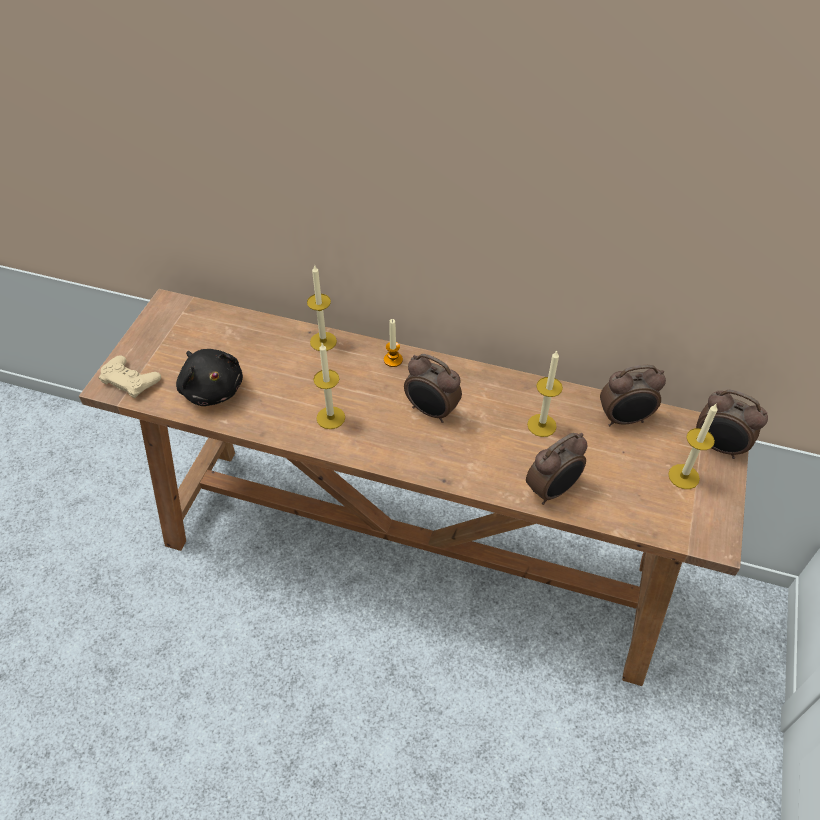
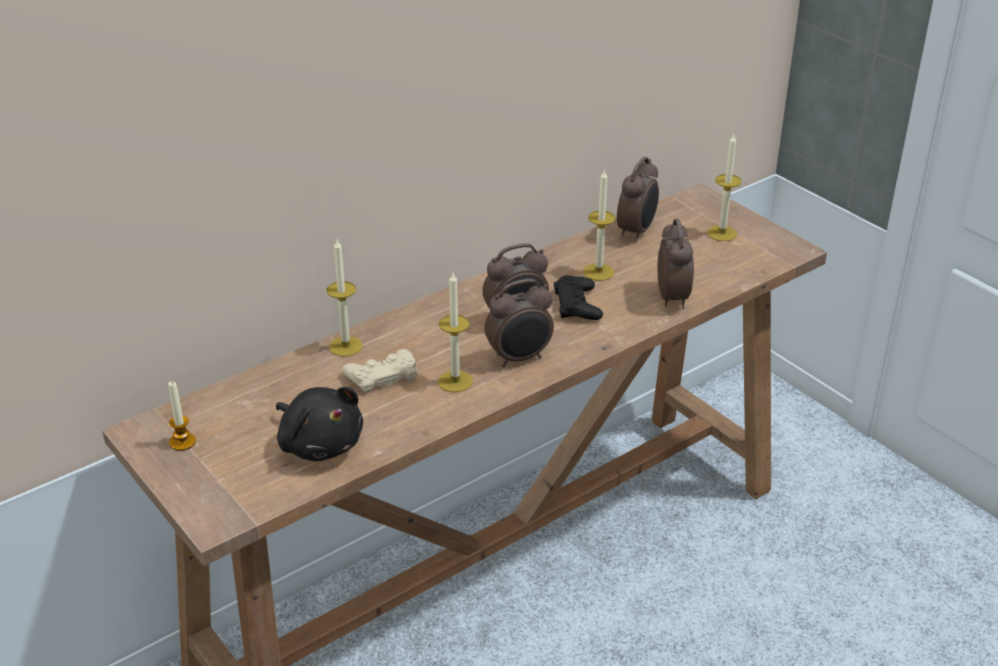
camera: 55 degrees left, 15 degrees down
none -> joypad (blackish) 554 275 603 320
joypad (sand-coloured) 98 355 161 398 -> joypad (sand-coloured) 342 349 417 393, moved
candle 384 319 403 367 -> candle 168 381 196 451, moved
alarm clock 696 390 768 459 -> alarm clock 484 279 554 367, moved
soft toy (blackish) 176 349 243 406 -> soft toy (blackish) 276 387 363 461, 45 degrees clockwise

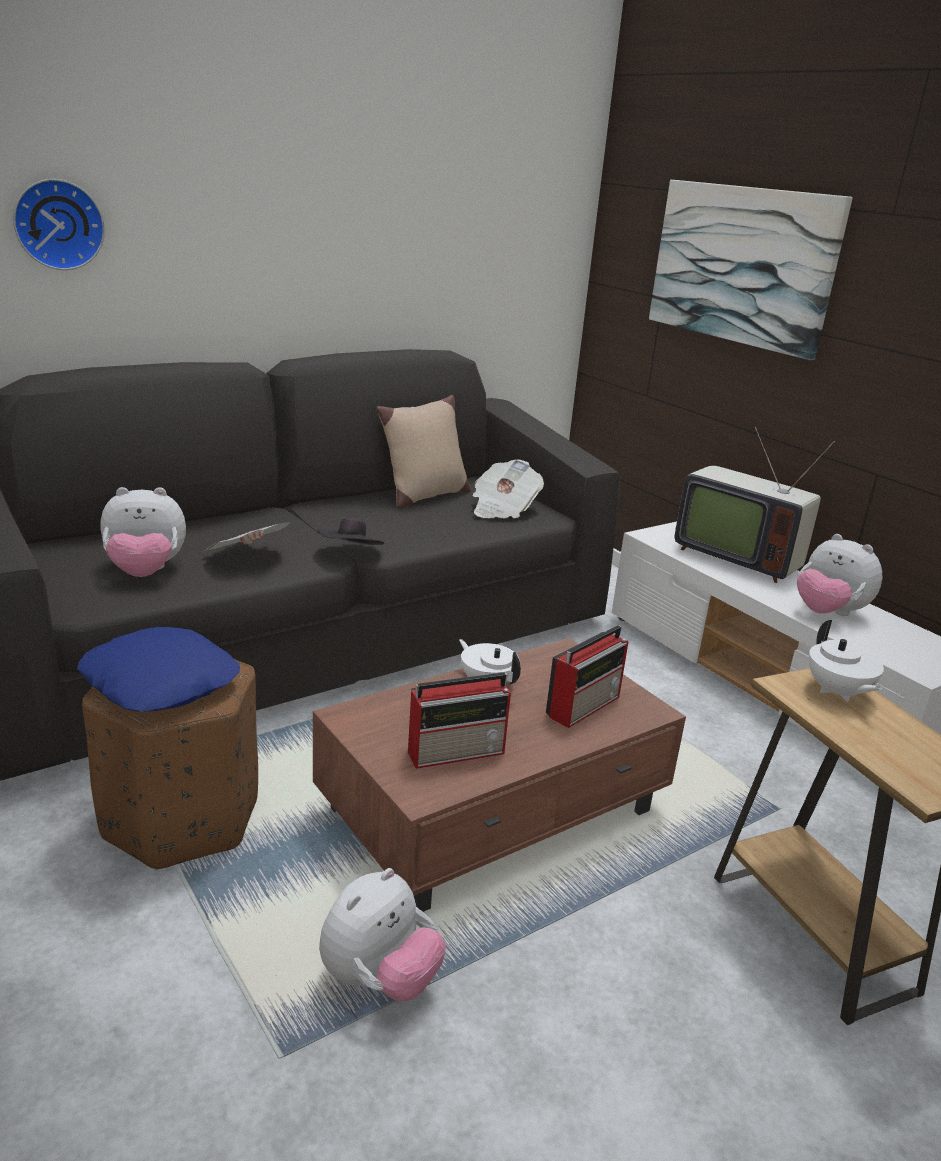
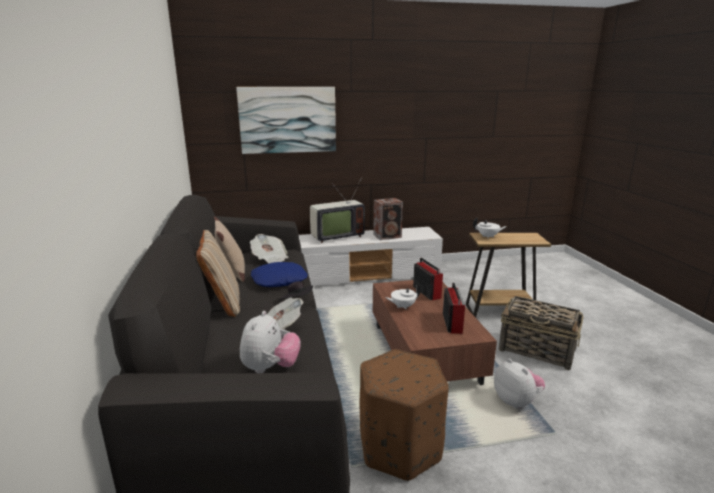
camera: 65 degrees left, 5 degrees down
hanging clock 13 179 105 270 -> none
none -> throw pillow (sand-coloured) 196 230 240 317
none -> household basket 499 296 583 370
throw pillow (blue-coloured) 77 627 240 712 -> throw pillow (blue-coloured) 251 262 308 287, moved
soft toy 797 534 882 616 -> speaker 373 198 403 240

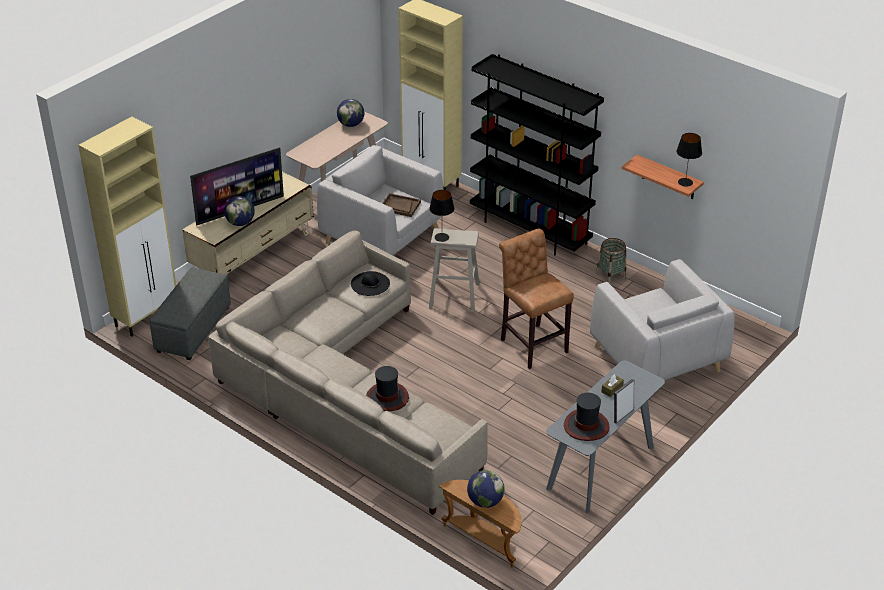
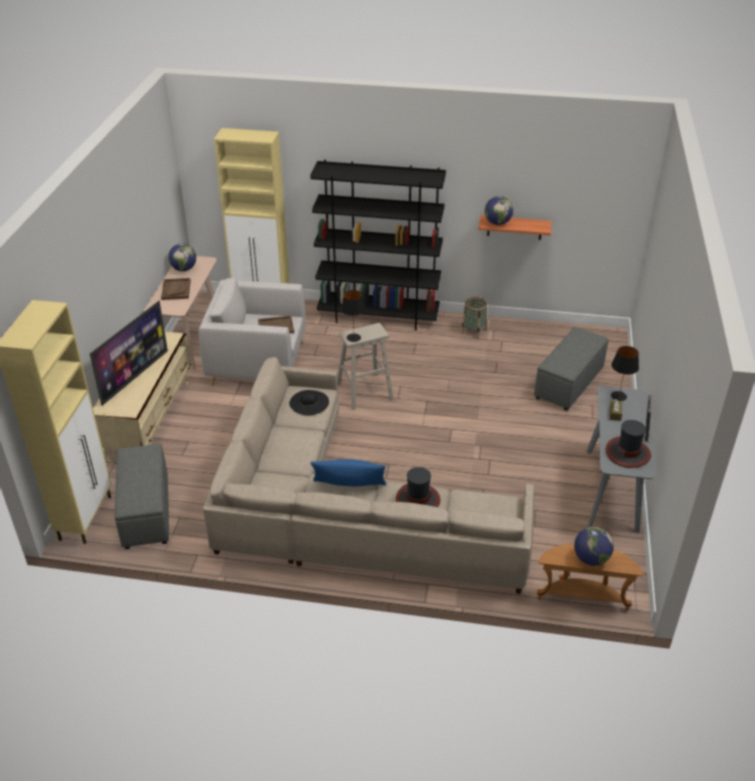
camera: 30 degrees left, 0 degrees up
stool (brown) 499 229 574 369 -> none
none -> tray (brown) 161 278 191 300
none -> throw pillow (blue-coloured) 311 459 386 486
world globe 224 196 255 226 -> world globe 485 196 513 225, moved
tabletop lamp (blackish) 676 133 702 186 -> tabletop lamp (blackish) 611 346 639 401, moved
lounge chair (grey) 590 259 735 380 -> footrest (grey) 534 327 609 411

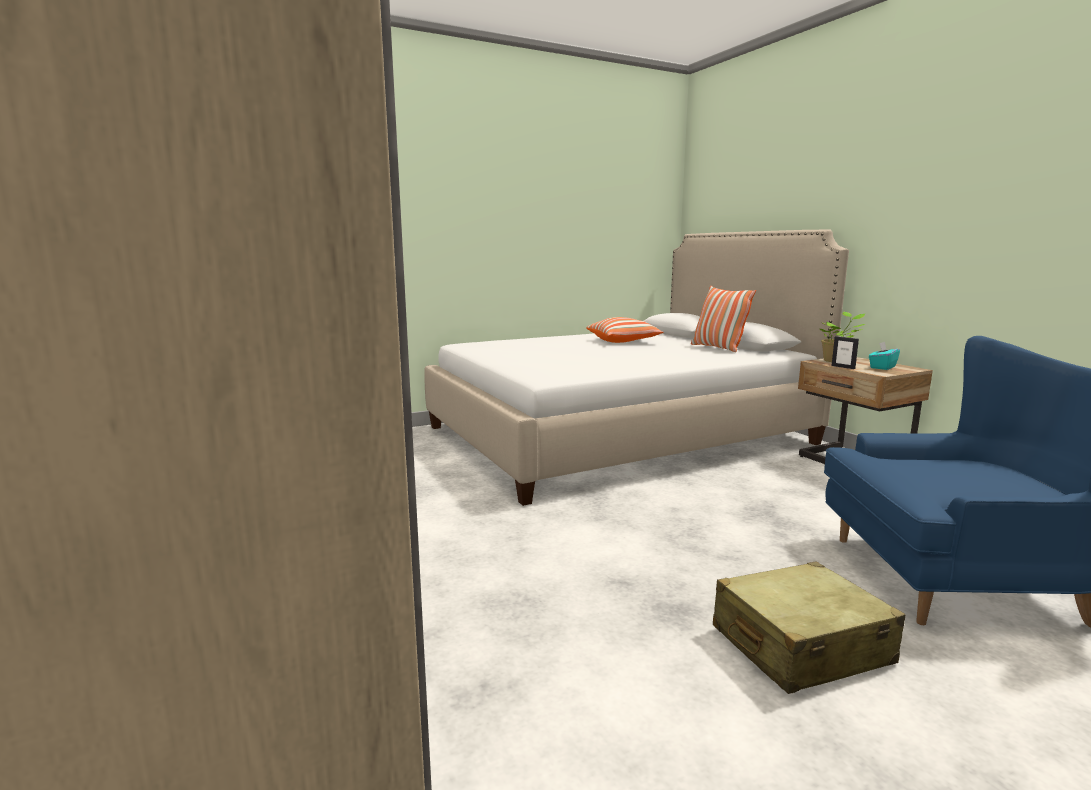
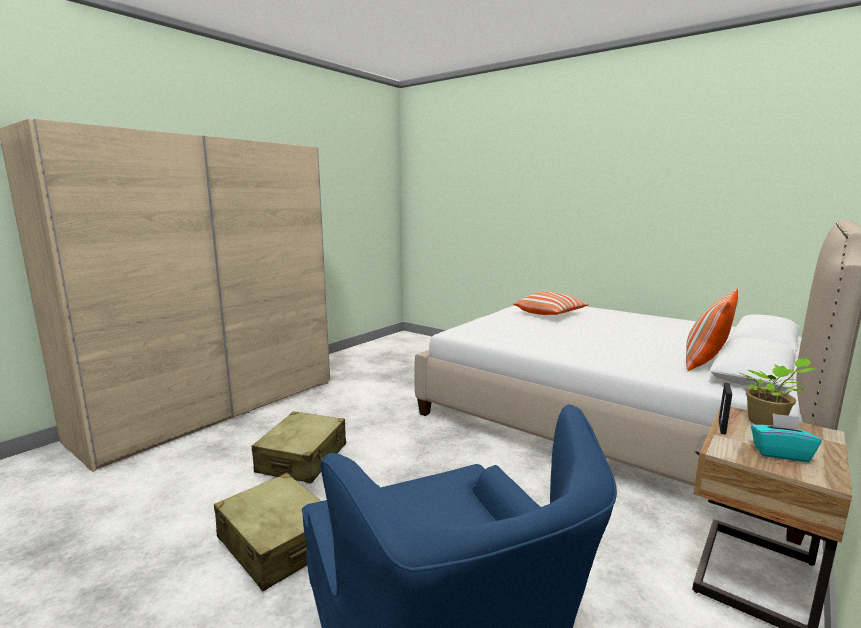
camera: 65 degrees right, 0 degrees up
none -> piece of luggage (sand-coloured) 252 411 346 483
throw pillow 586 317 663 343 -> throw pillow 513 291 589 315, moved

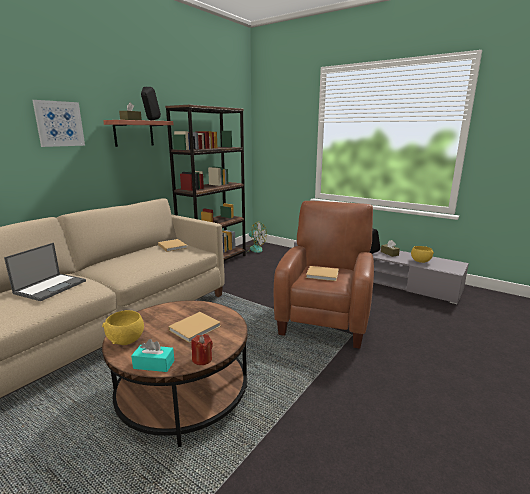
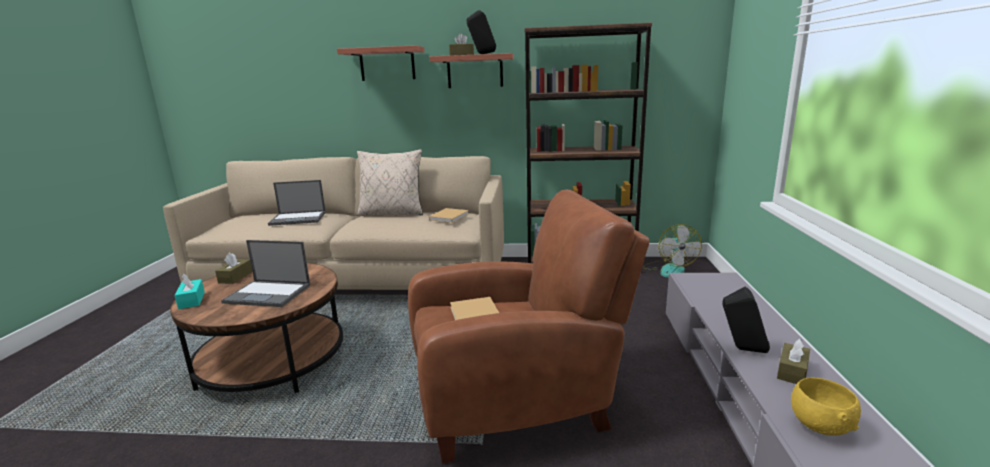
camera: 60 degrees right, 0 degrees up
candle (reddish) 191 334 213 365 -> none
none -> throw pillow (sand-coloured) 357 149 423 216
wall art 32 100 85 147 -> bracket shelf 337 45 425 81
serving bowl (yellow-coloured) 102 310 144 345 -> tissue holder (brown) 215 252 252 284
bound book (sand-coloured) 168 312 221 343 -> notebook computer 221 240 310 307

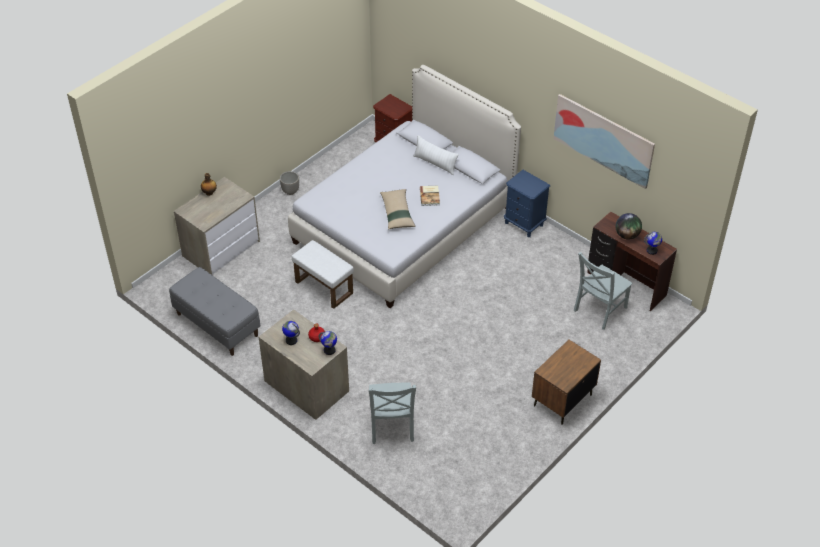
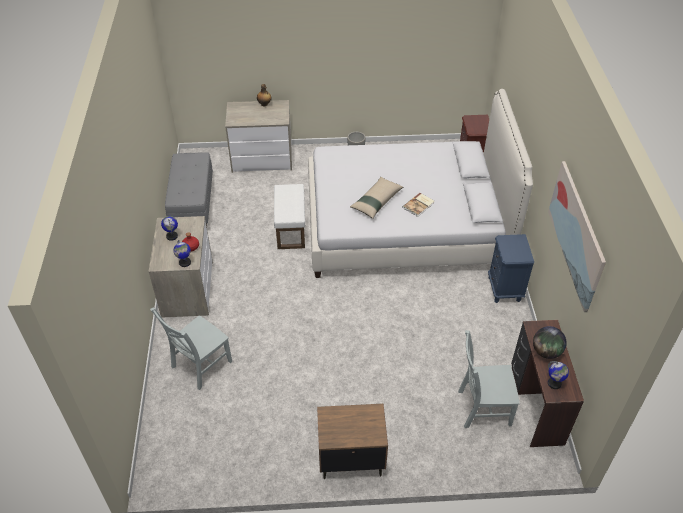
camera: 45 degrees right, 0 degrees up
throw pillow (whitish) 413 135 459 175 -> none

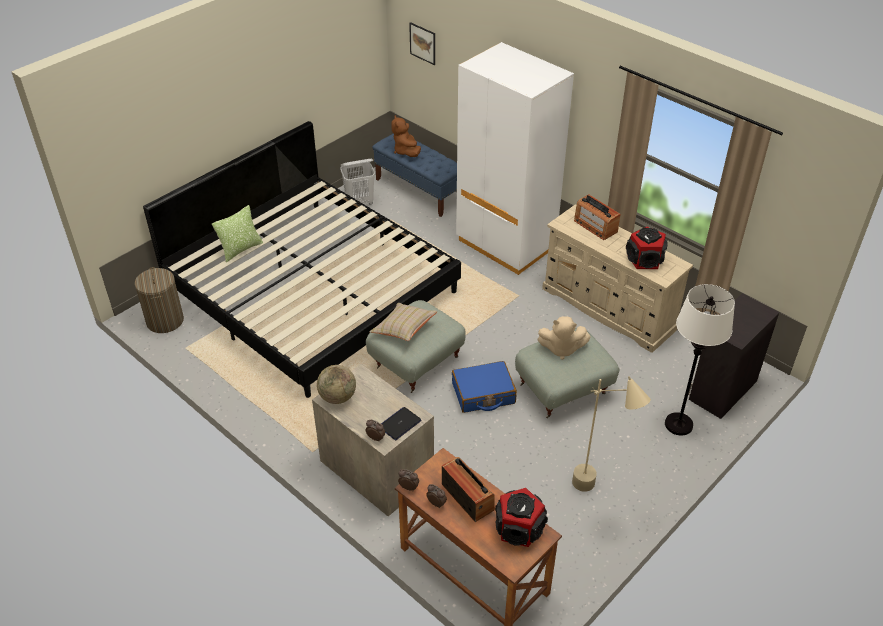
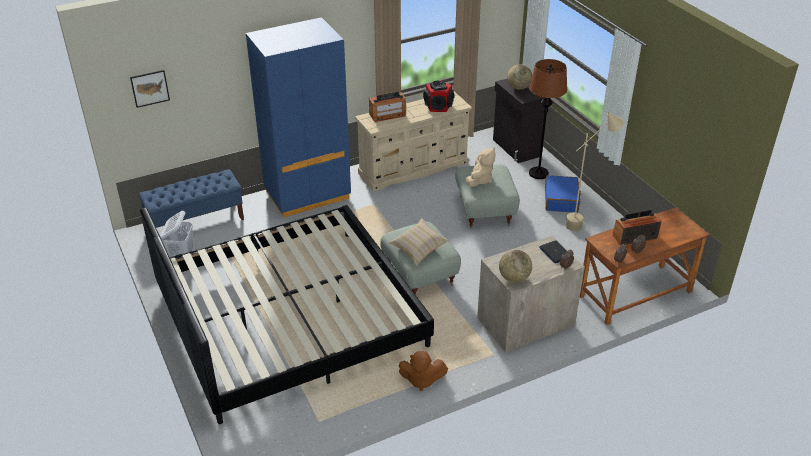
camera: 70 degrees left, 5 degrees down
washing basket 135 267 184 333 -> none
throw pillow 212 205 263 262 -> none
speaker 495 488 548 547 -> none
none -> world globe 507 64 532 90
soft toy (brown) 391 115 421 157 -> soft toy (brown) 398 351 448 391, moved
piece of luggage (blue-coloured) 452 361 517 413 -> piece of luggage (blue-coloured) 545 175 581 213, moved
clothes cupboard (whitish) 456 42 574 275 -> clothes cupboard (blue-coloured) 246 17 351 218
standing lamp (whitish) 665 284 735 436 -> standing lamp (brown) 529 59 567 179

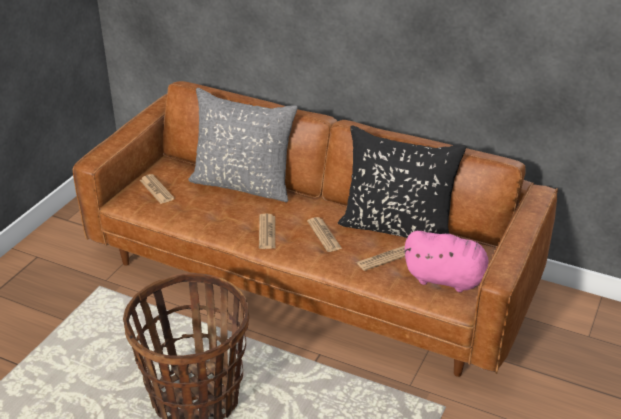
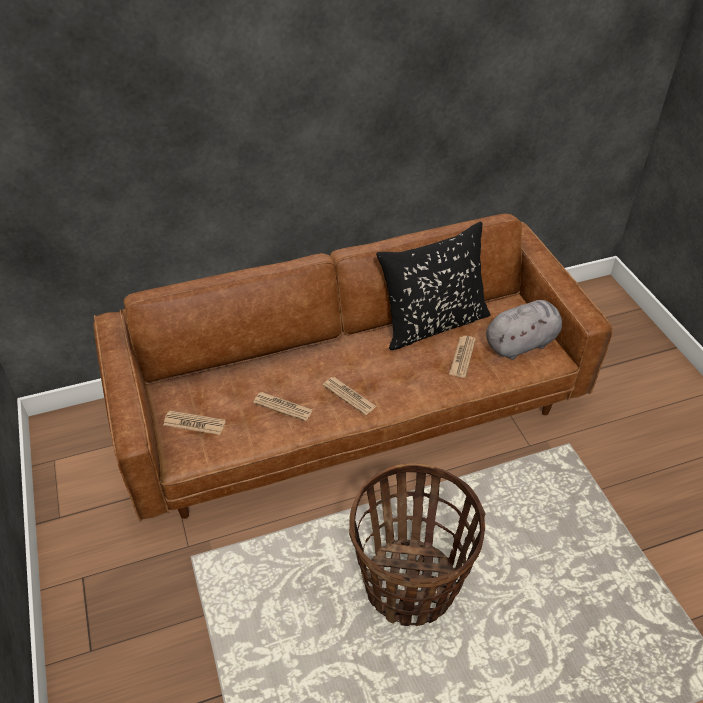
camera: 45 degrees left, 10 degrees up
throw pillow (grey) 188 88 298 202 -> none
newspaper 307 217 342 252 -> newspaper 253 392 313 421, moved
soft toy (pink-coloured) 404 231 489 292 -> soft toy (grey) 486 300 562 360

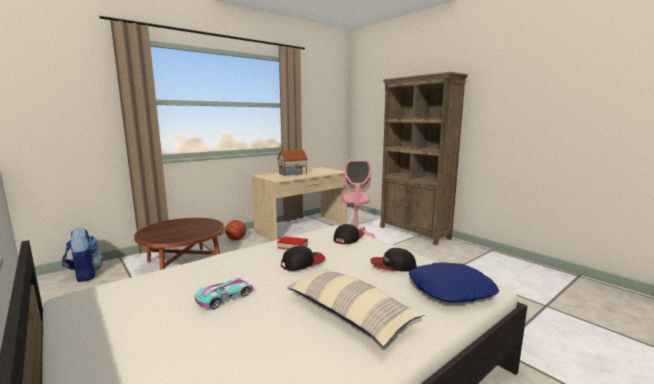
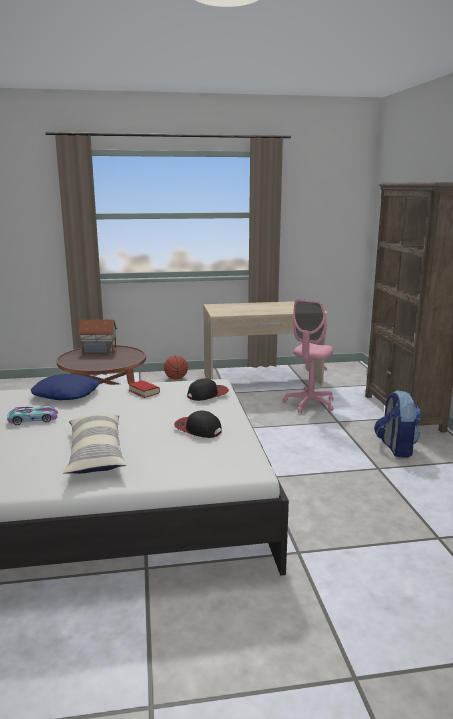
camera: 30 degrees right, 5 degrees up
cap 281 246 325 271 -> none
knapsack 62 228 104 282 -> knapsack 374 390 421 458, moved
model house 277 150 308 176 -> model house 78 320 117 353, moved
throw pillow (blue-coloured) 409 262 500 303 -> throw pillow (blue-coloured) 31 374 99 400, moved

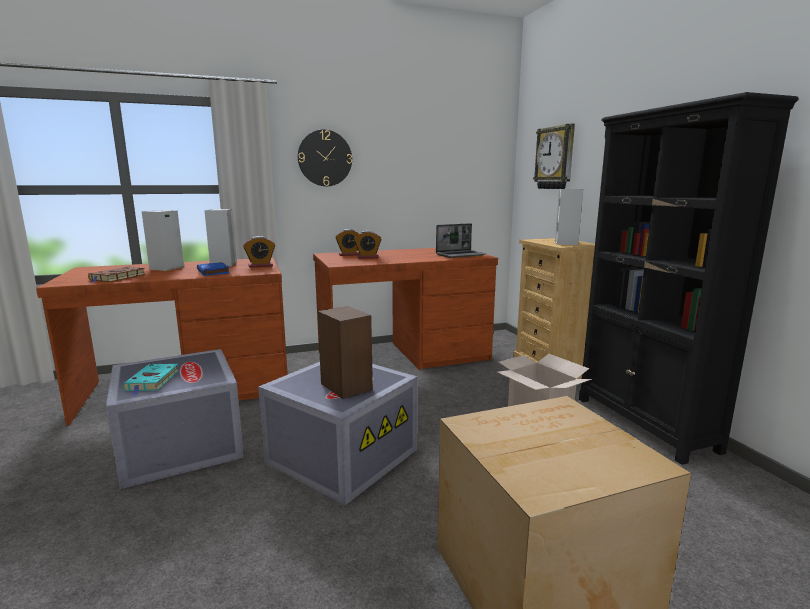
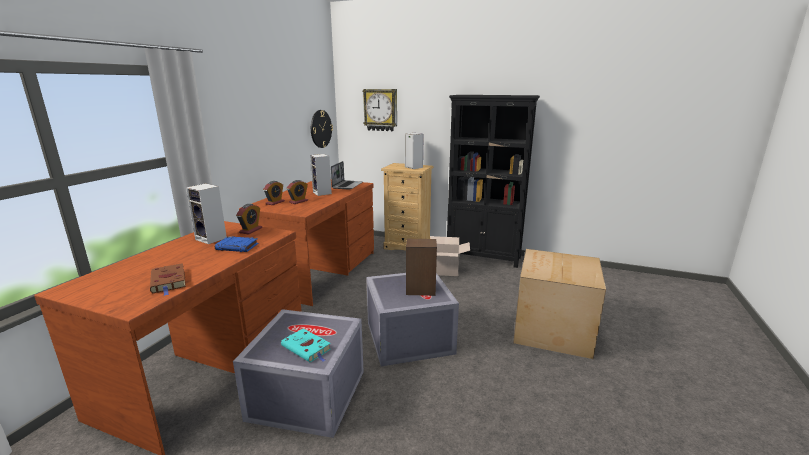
camera: 50 degrees left, 5 degrees up
speaker 142 210 184 271 -> speaker 310 154 332 196, moved
hanging clock 298 130 352 186 -> hanging clock 311 110 333 148, moved

